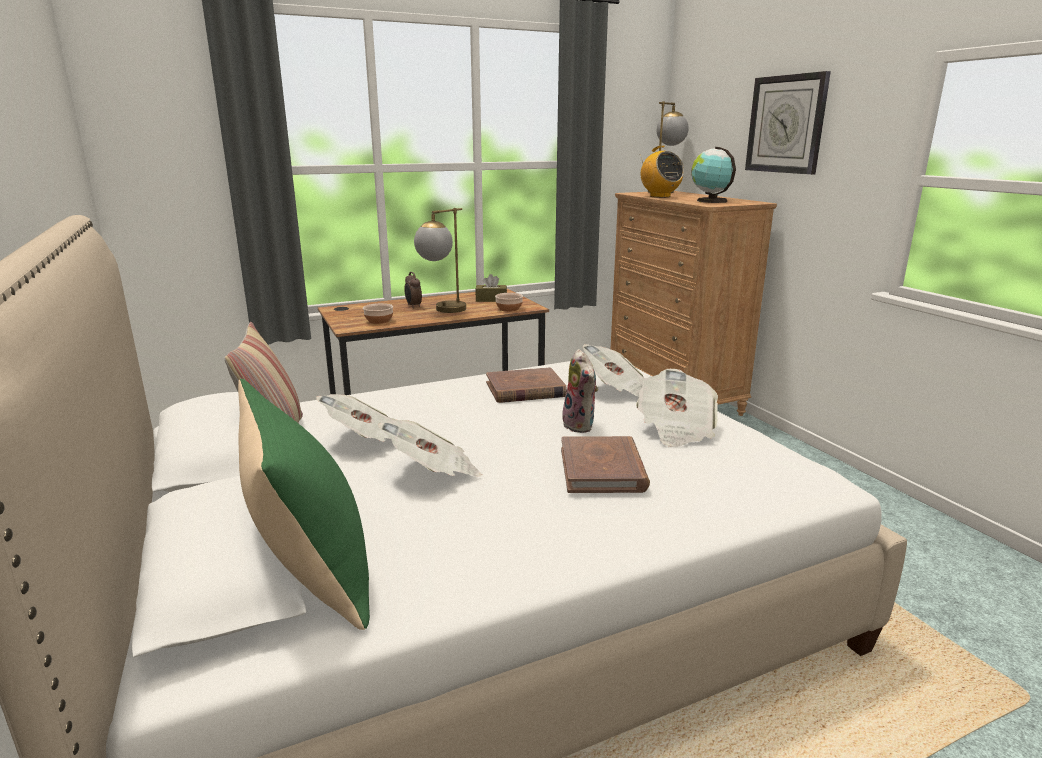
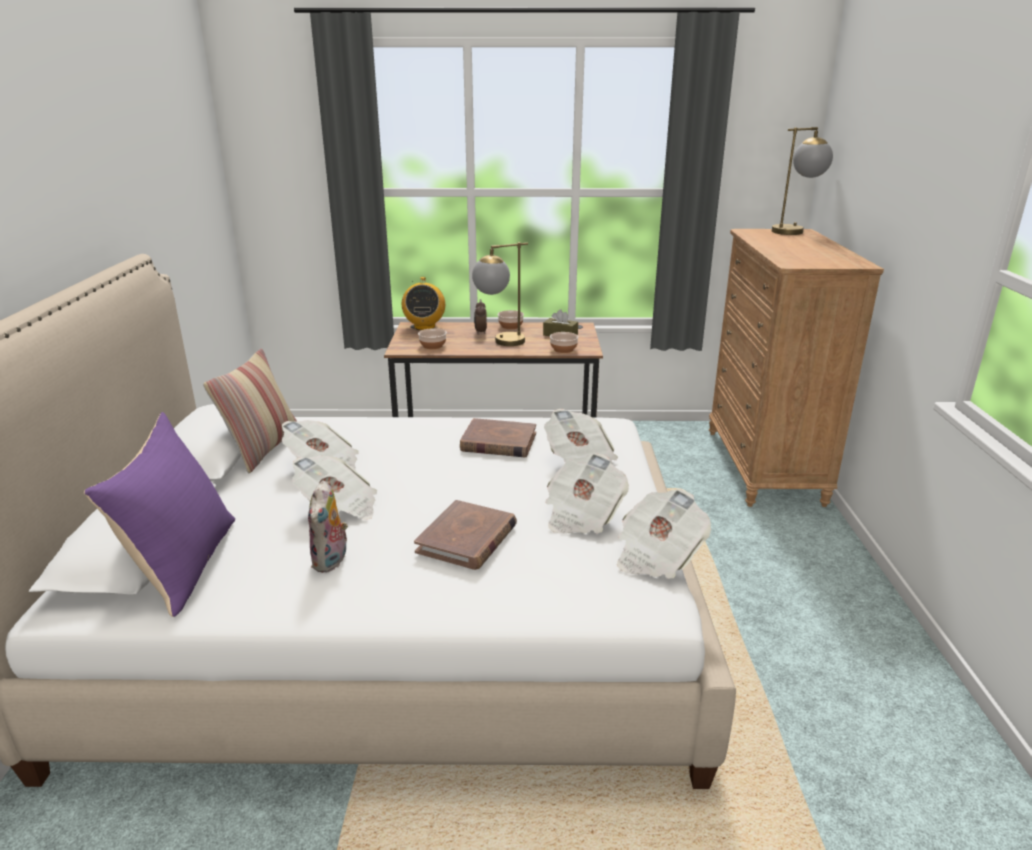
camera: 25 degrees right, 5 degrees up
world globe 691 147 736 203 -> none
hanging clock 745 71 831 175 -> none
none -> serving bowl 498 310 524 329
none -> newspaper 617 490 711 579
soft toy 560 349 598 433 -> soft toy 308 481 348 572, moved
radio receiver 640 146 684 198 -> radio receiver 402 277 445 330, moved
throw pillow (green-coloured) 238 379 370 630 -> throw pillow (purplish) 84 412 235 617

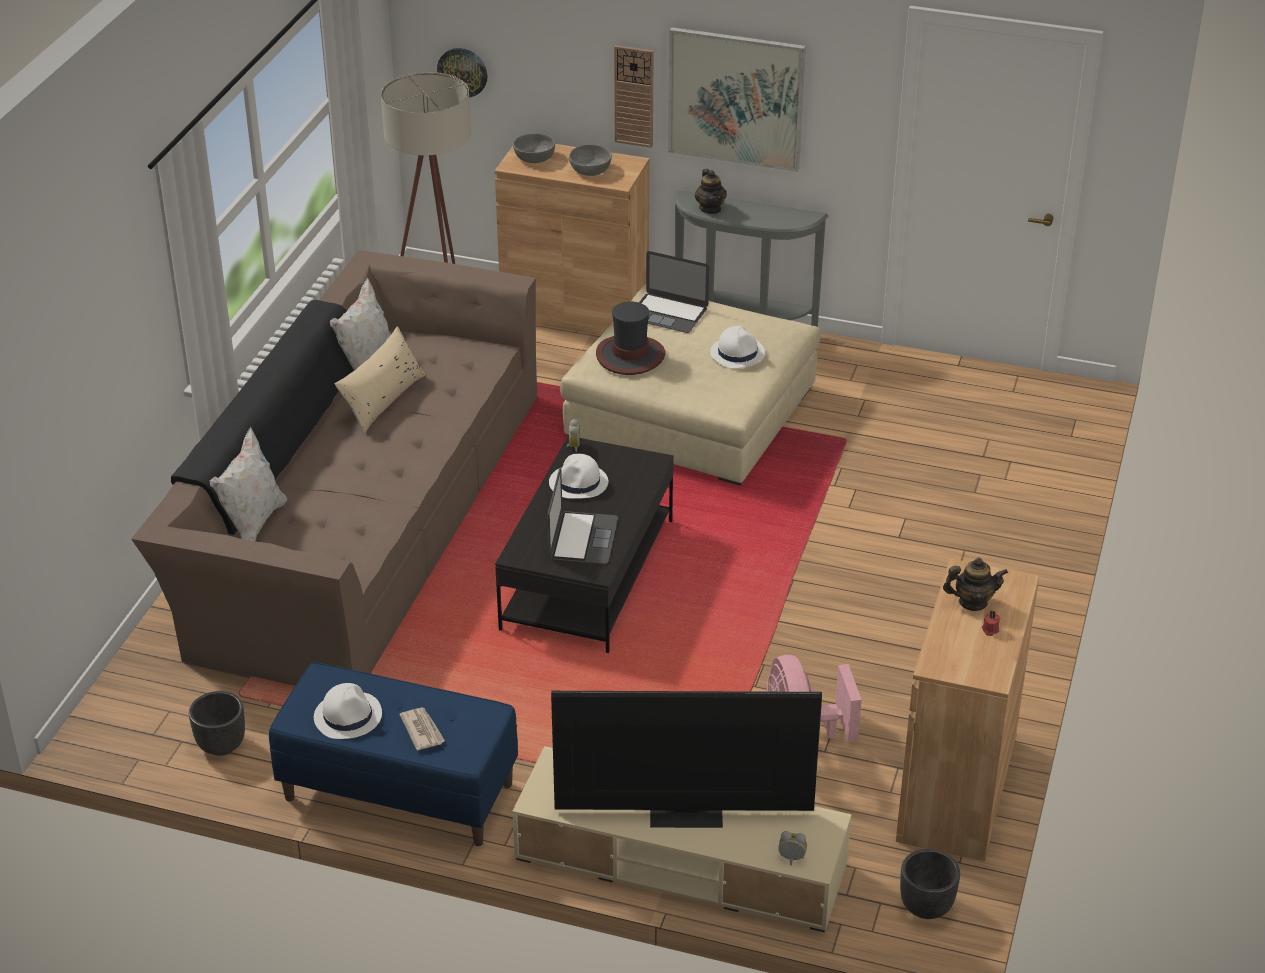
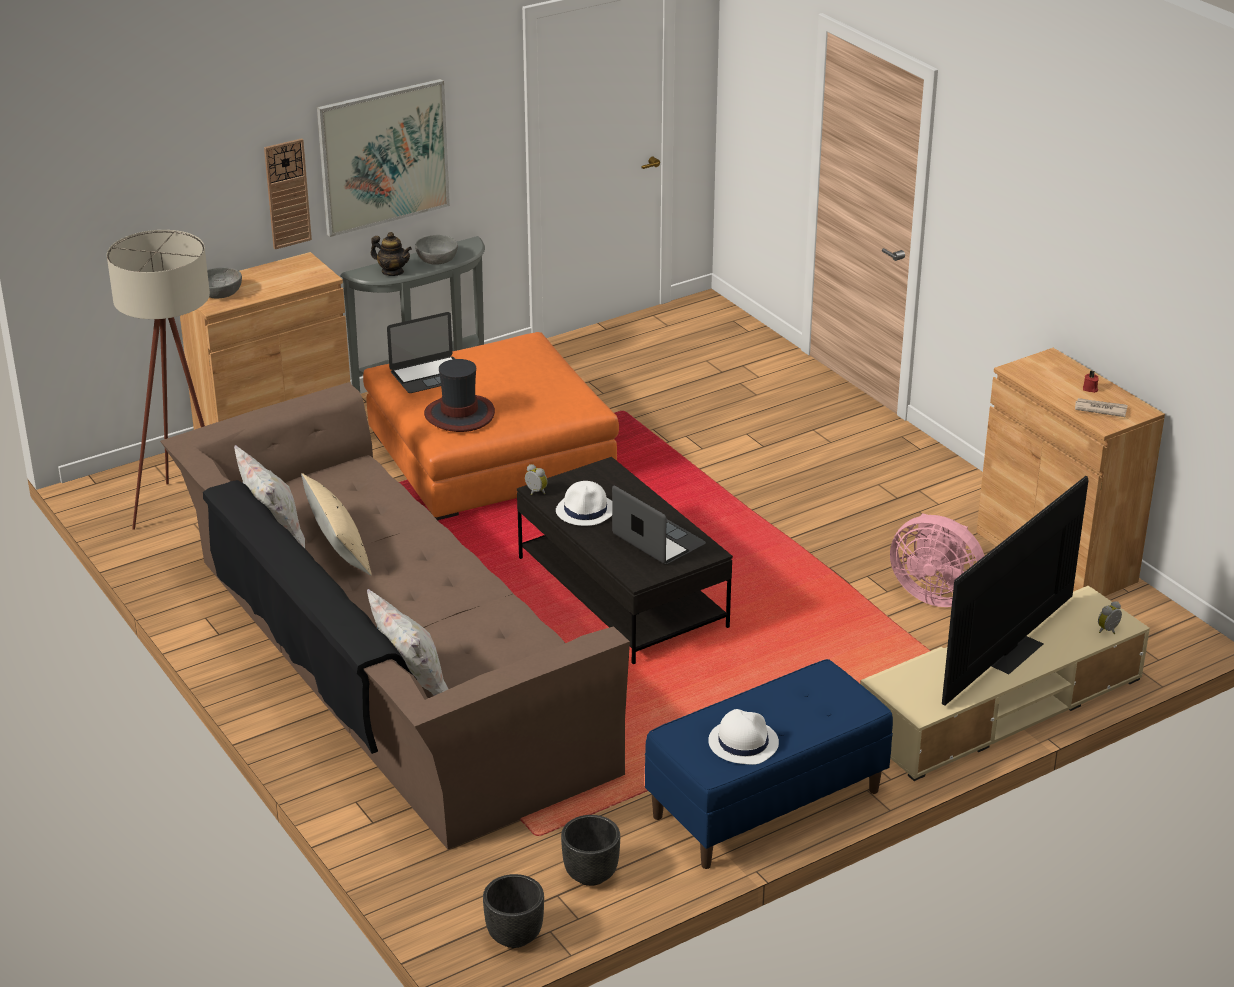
camera: 50 degrees left, 5 degrees down
hanging clock 437 48 487 97 -> none
clothing hat (whitish) 710 326 765 369 -> none
teapot 943 558 1008 611 -> none
newspaper 400 707 445 751 -> newspaper 1075 398 1128 417, moved
serving bowl (grey) 569 144 612 176 -> serving bowl (grey) 415 235 458 265, moved
planter (blackish) 900 849 960 919 -> planter (blackish) 483 874 544 948, moved
footrest (sand-coloured) 560 284 820 486 -> footrest (orange-coloured) 363 332 619 520

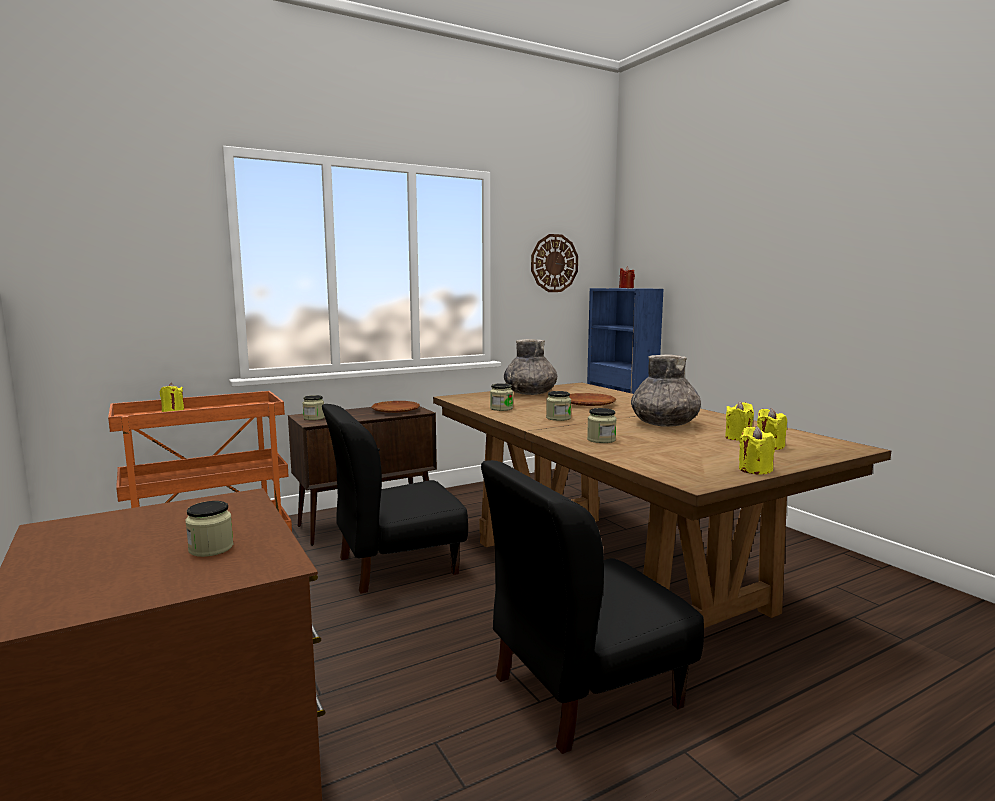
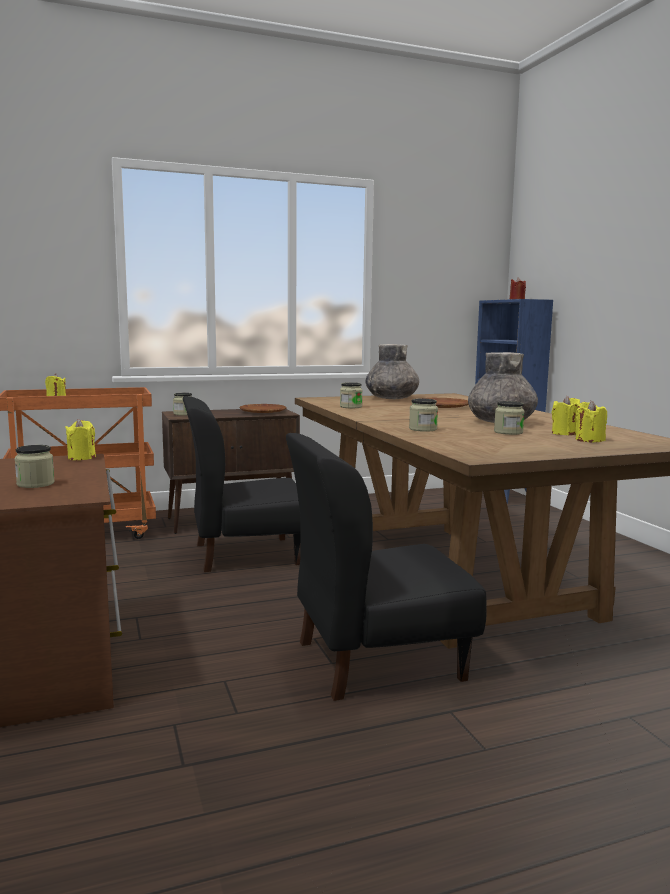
camera: 10 degrees right, 0 degrees up
hanging clock 531 234 578 292 -> none
preserve jar 546 391 571 421 -> preserve jar 494 401 525 435, moved
candle (yellow-coloured) 739 426 775 475 -> candle (yellow-coloured) 65 419 96 460, moved

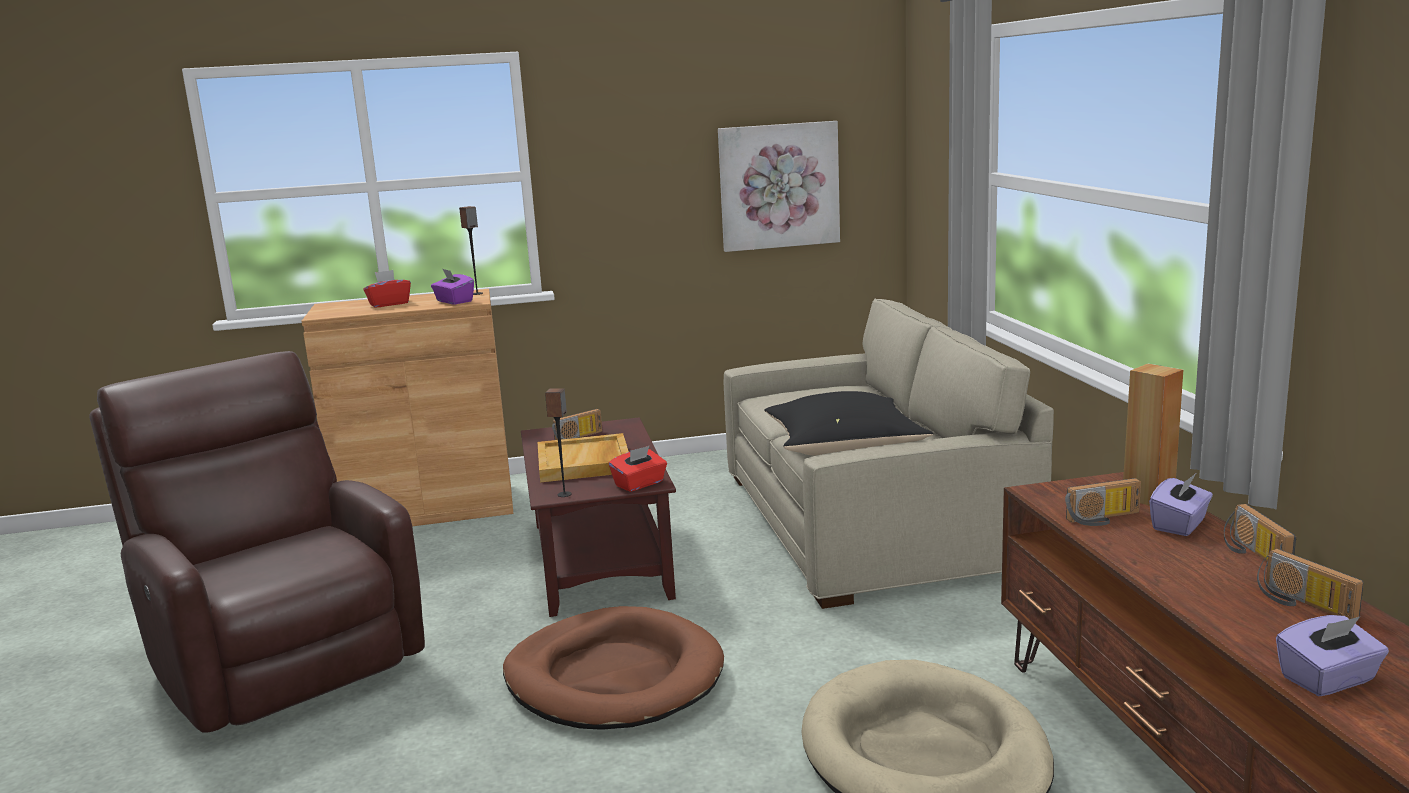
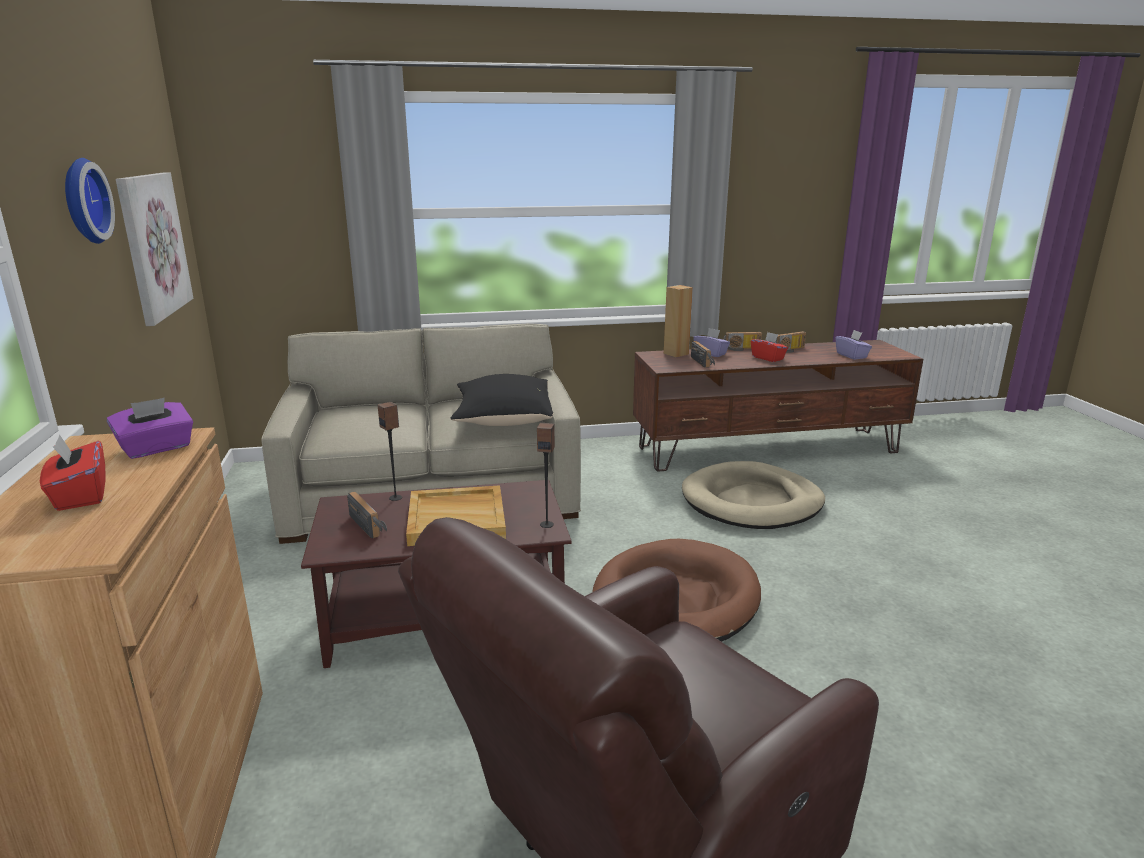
camera: 90 degrees left, 5 degrees up
none -> hanging clock 65 158 115 244
speaker 459 206 483 295 -> speaker 378 402 402 501, moved
tissue holder (reddish) 609 446 667 492 -> tissue holder (reddish) 751 332 788 362, moved

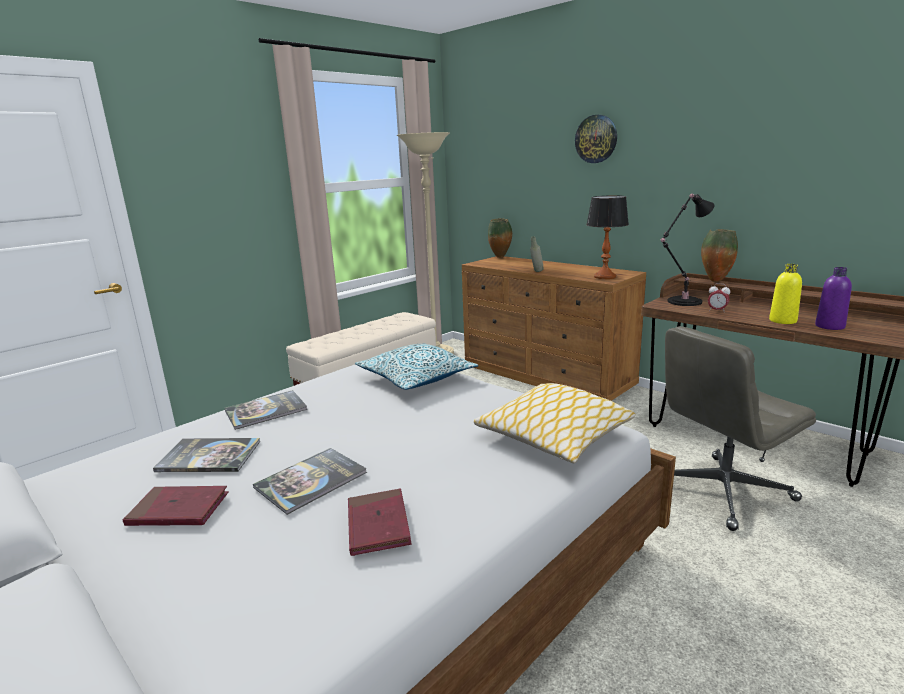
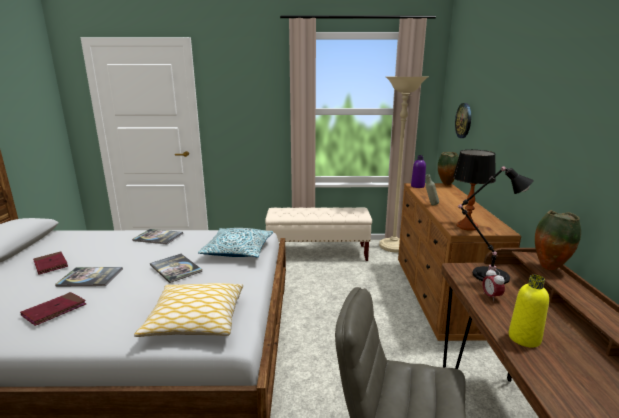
camera: 45 degrees right, 0 degrees up
bound book 153 438 260 472 -> bound book 150 254 203 283, moved
hanging clock 575 115 617 163 -> hanging clock 455 103 471 138, moved
drink bottle (purplish) 815 267 852 330 -> drink bottle (purplish) 411 155 426 188, moved

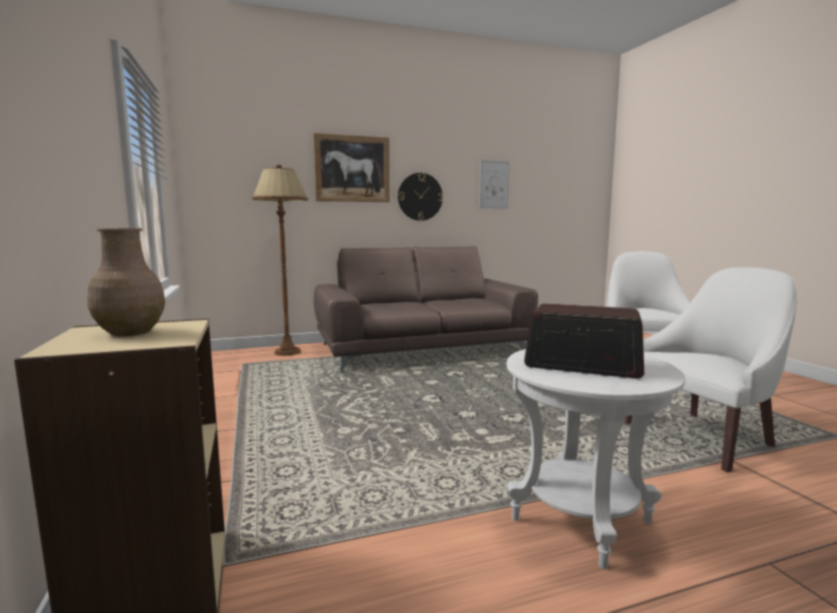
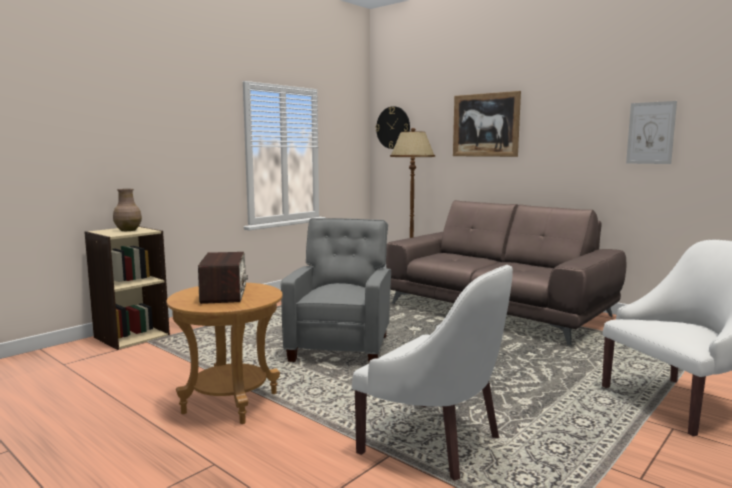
camera: 60 degrees right, 0 degrees up
none -> lounge chair (grey) 281 218 391 362
hanging clock 398 173 443 221 -> hanging clock 376 106 410 149, moved
side table (whitish) 506 349 685 569 -> side table (brown) 167 283 283 424

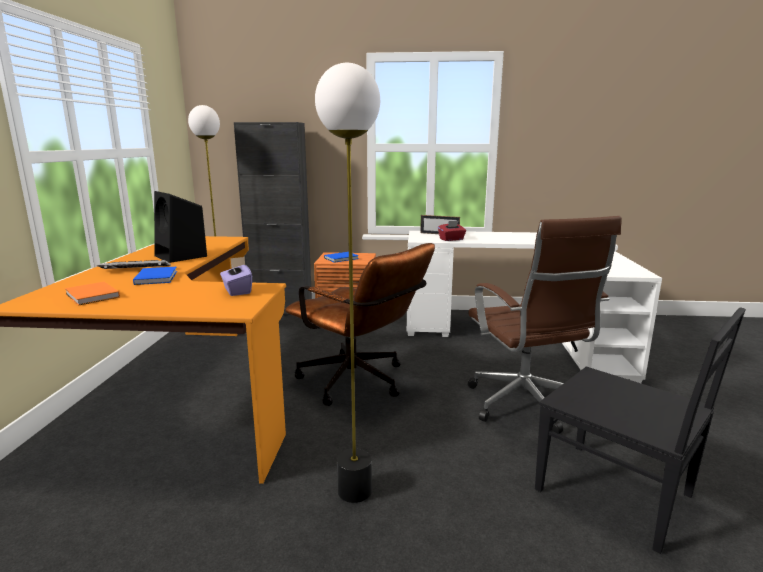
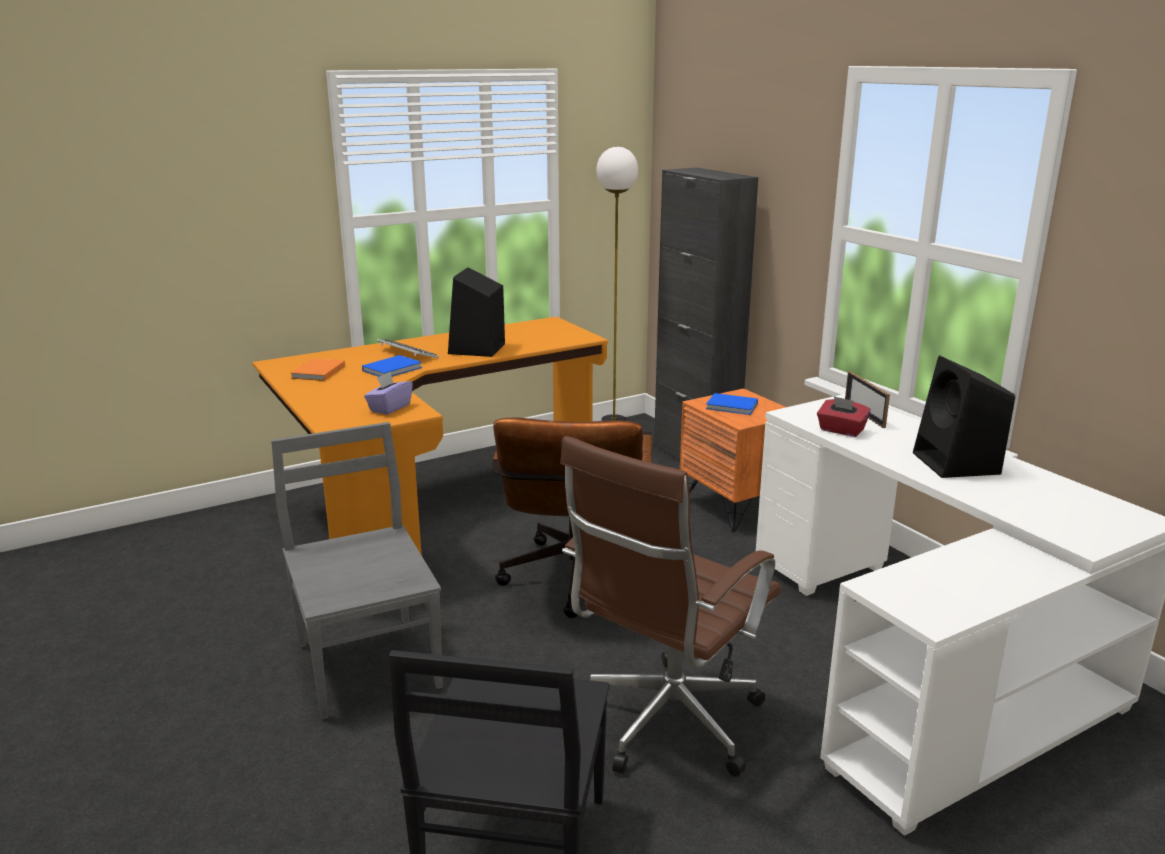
camera: 55 degrees right, 5 degrees up
none -> speaker (blackish) 913 355 1015 478
standing lamp 315 63 380 503 -> plain chair (grey) 271 422 443 720

